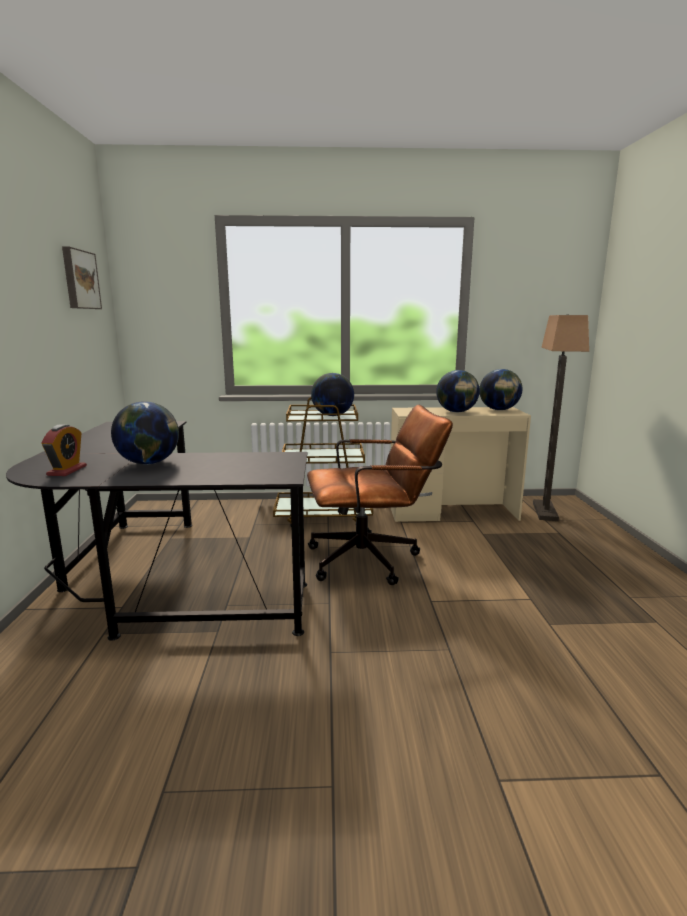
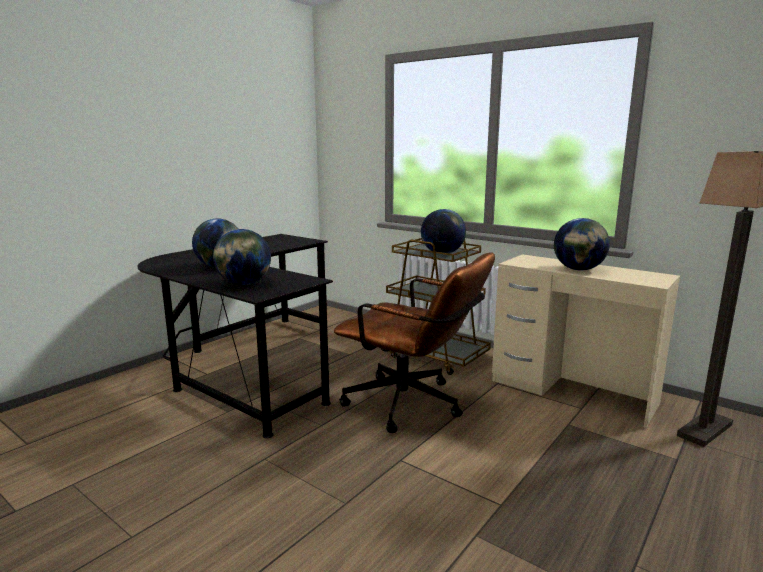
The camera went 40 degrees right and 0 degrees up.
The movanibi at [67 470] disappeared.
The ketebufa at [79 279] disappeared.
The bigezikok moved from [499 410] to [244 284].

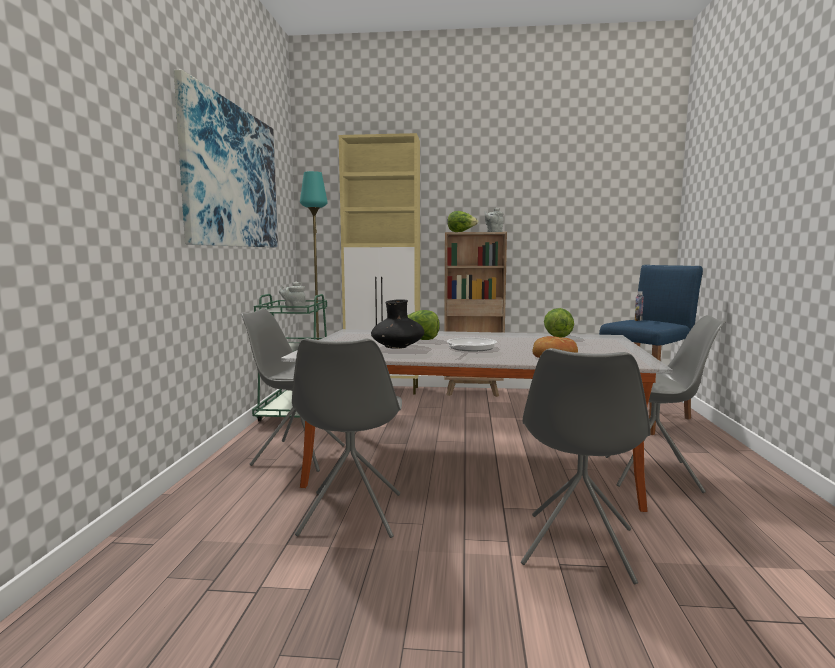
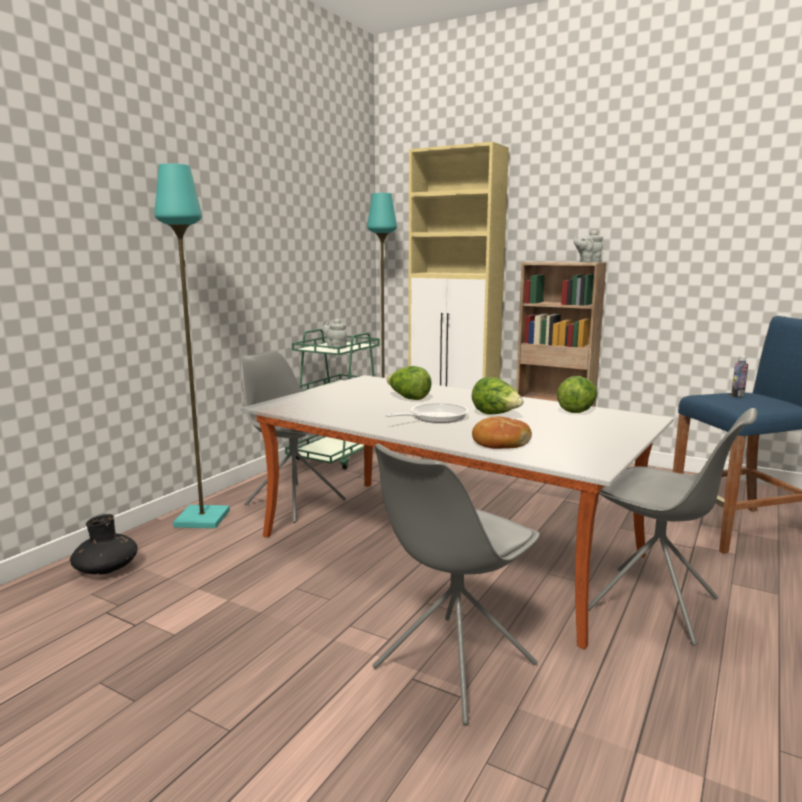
The camera went 25 degrees right and 5 degrees up.
The ketebufa at [232 176] disappeared.
The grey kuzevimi at [350 515] disappeared.
The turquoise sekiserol at [201 518] appeared.
The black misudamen moved from [397 347] to [106 569].
The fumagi moved from [461 232] to [496 415].

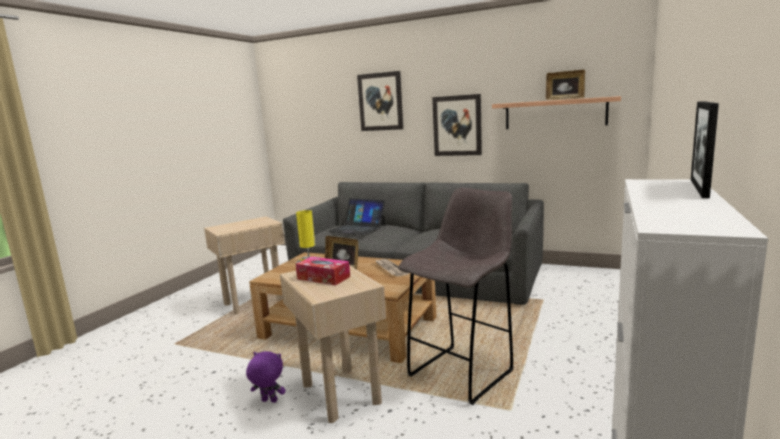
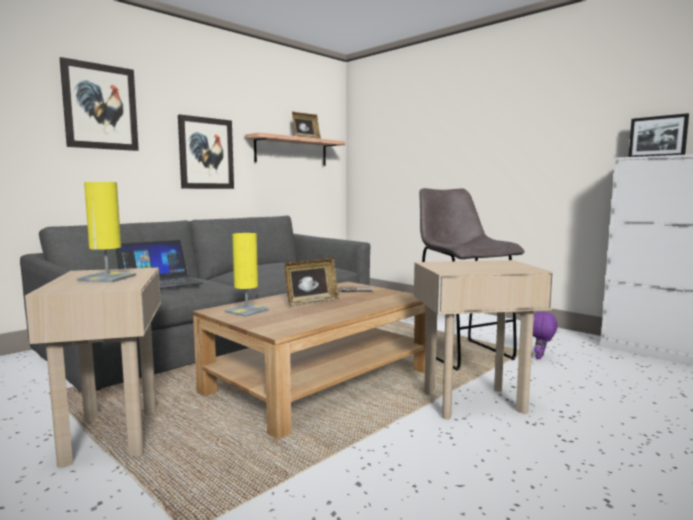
The camera went 70 degrees left and 5 degrees down.
The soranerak at [323 278] disappeared.
The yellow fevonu at [107 278] appeared.
The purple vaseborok moved from [268 401] to [540 357].

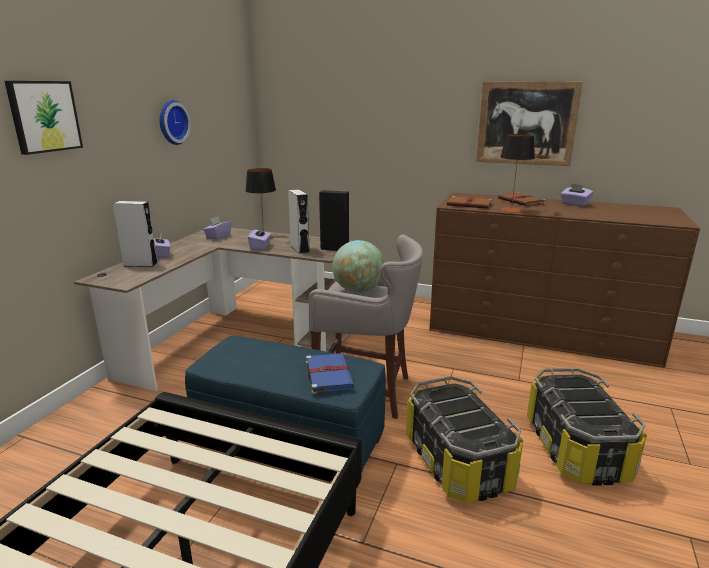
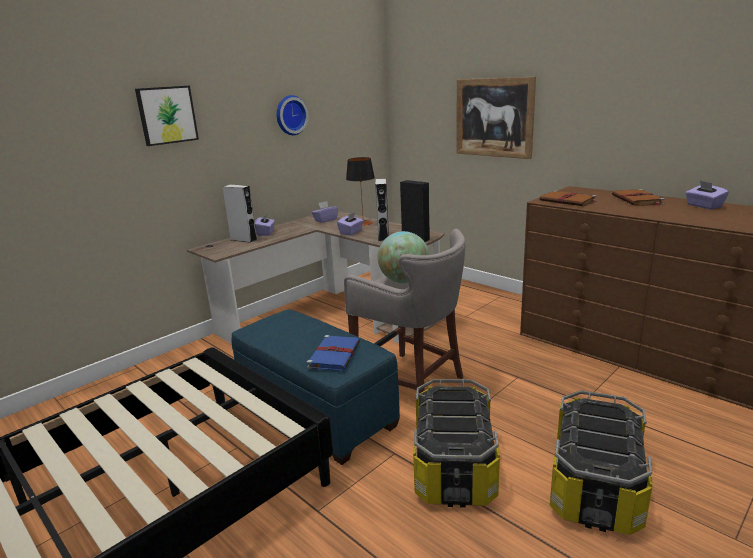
The camera went 25 degrees right and 0 degrees up.
The fevonu at [511 210] disappeared.
The ketebufa moved from [526 123] to [494 117].

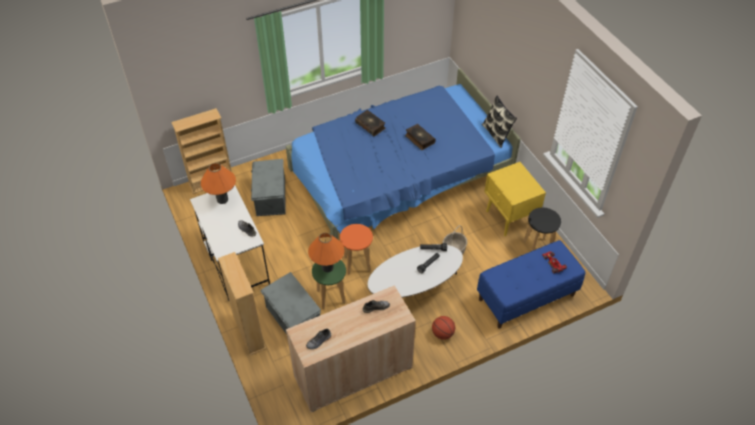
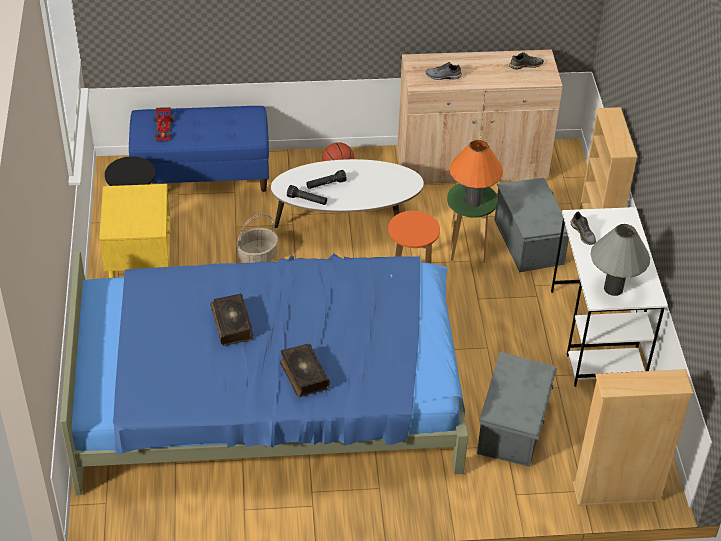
The camera went 160 degrees left and 5 degrees down.
The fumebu at [496 134] disappeared.
The orange fevonu at [222 199] became the grey fevonu at [613 288].

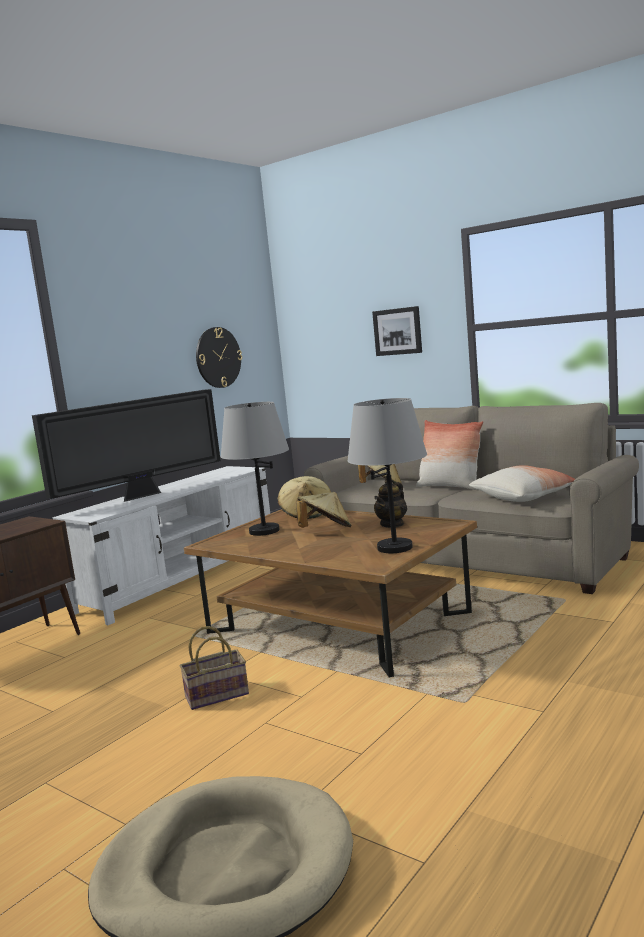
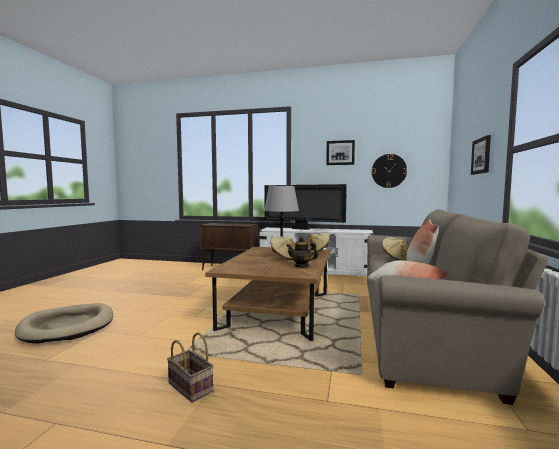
The camera went 65 degrees right and 5 degrees down.
The grey fevonu at [395 547] disappeared.
The ketebufa at [340 152] appeared.
The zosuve moved from [218 694] to [192 387].

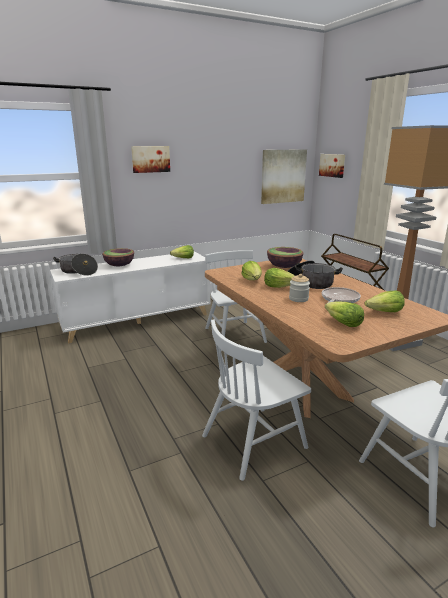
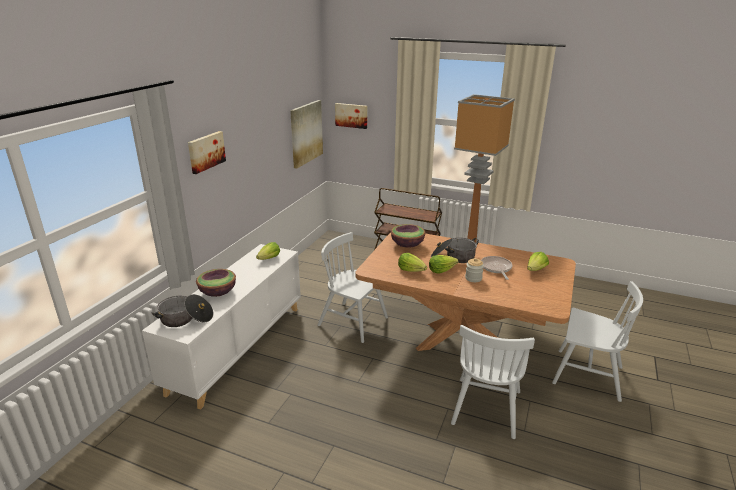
The camera went 40 degrees left and 5 degrees up.
The fumagi at [342 323] disappeared.

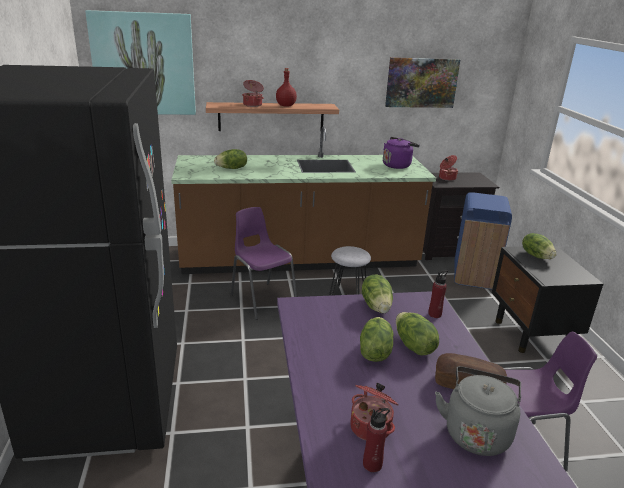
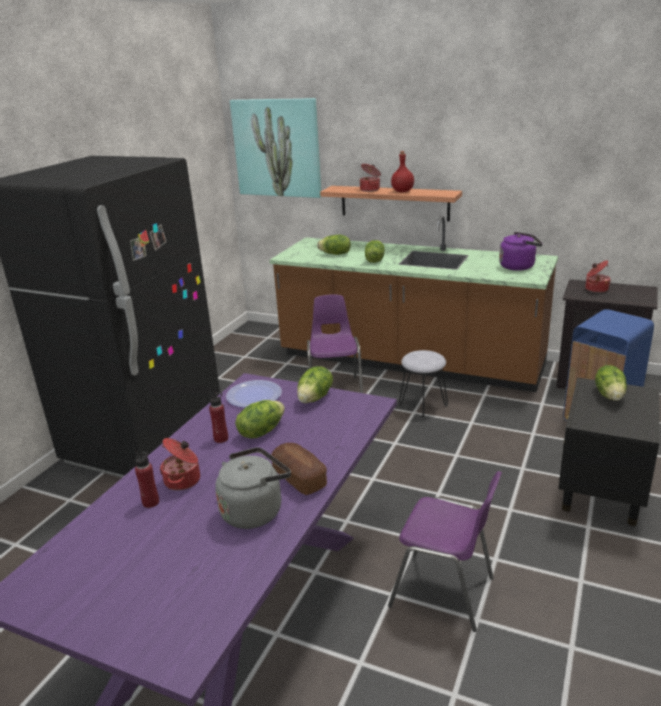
The camera went 35 degrees right and 0 degrees up.
The ketebufa at [421 82] disappeared.
The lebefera at [254 395] appeared.
The fumagi moved from [413 346] to [374 260].
The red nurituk moved from [435 314] to [221 439].

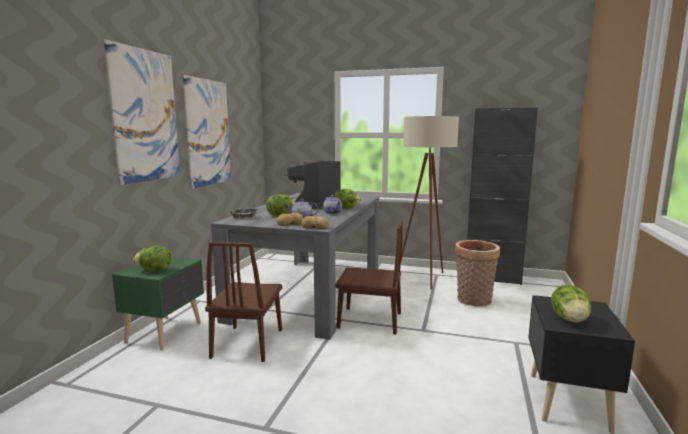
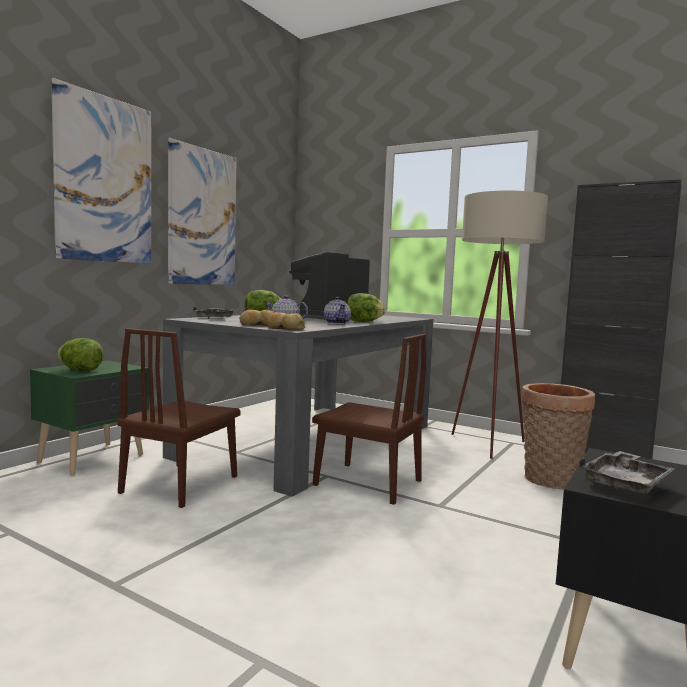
The camera went 15 degrees right and 5 degrees down.
The fumagi at [570 320] was replaced by the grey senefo at [626 483].

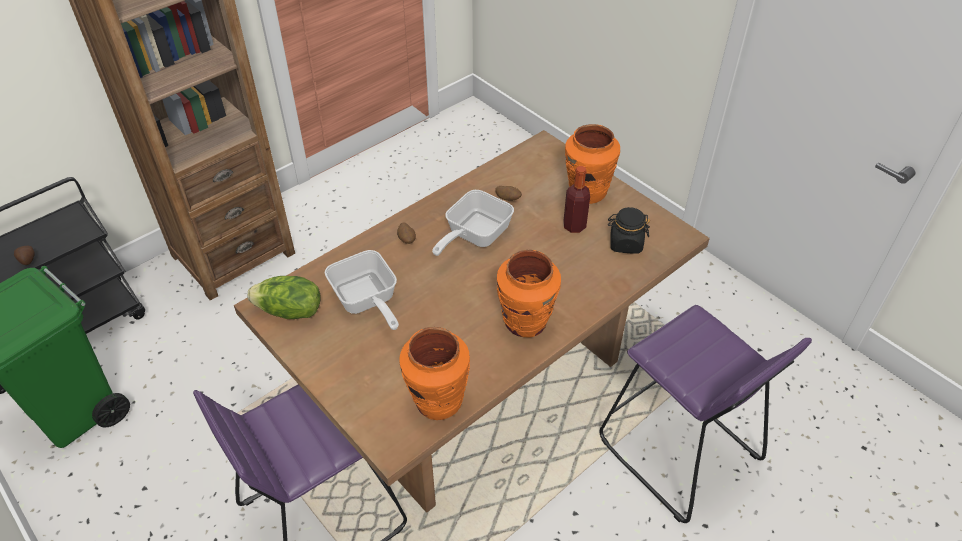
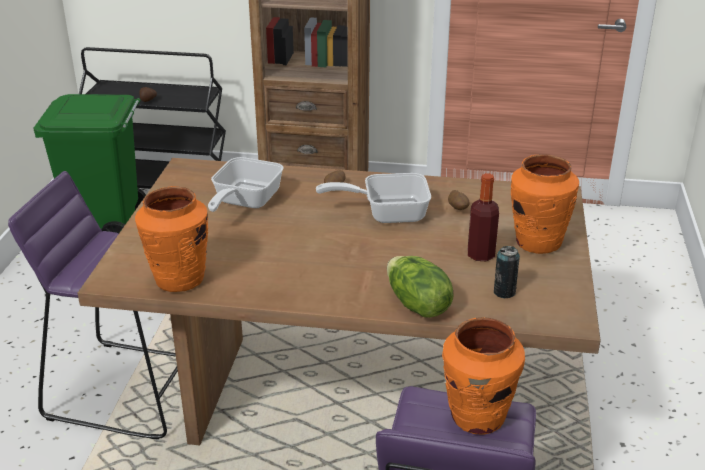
The camera went 50 degrees right and 15 degrees down.
The fumagi moved from [289 311] to [416 305].
The orange misudamen moved from [525 322] to [477 417].
The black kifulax at [625 243] was replaced by the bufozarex at [504 292].

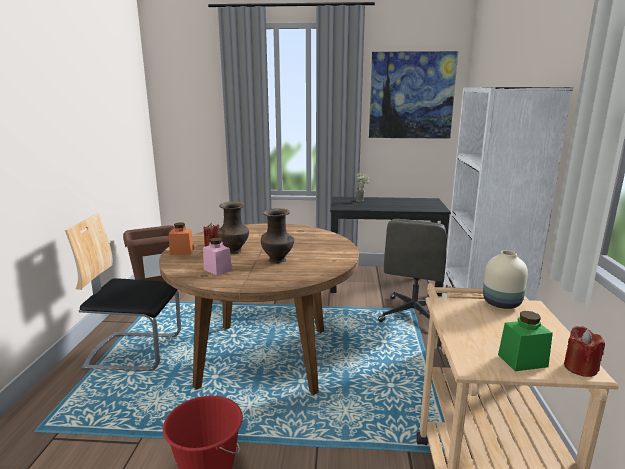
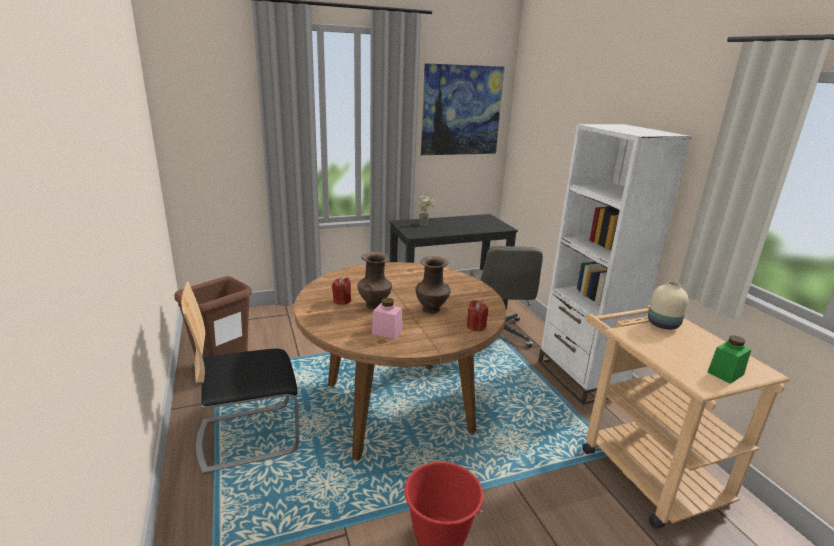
The camera went 25 degrees left and 5 degrees up.
The orange kifulax at [182 251] disappeared.
The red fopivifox moved from [580 368] to [476 326].

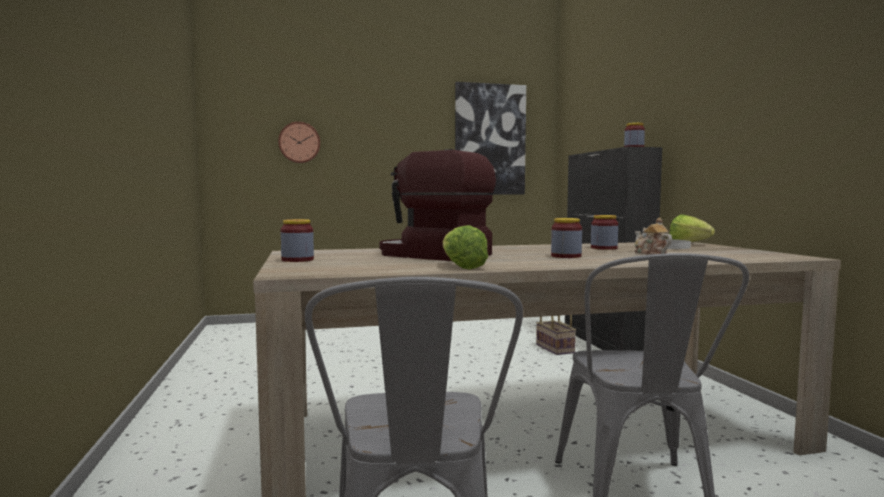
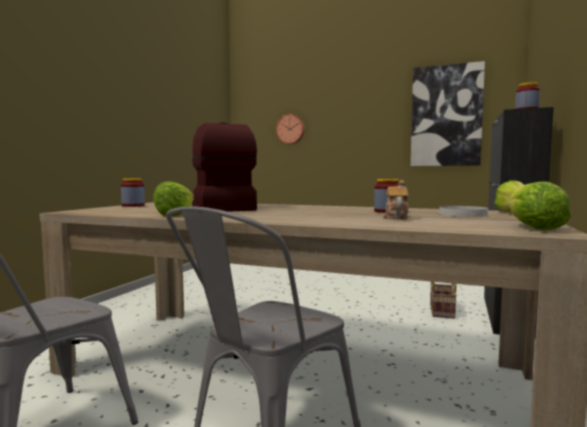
The camera went 35 degrees right and 0 degrees up.
The kifulax at [566 256] disappeared.
The fumagi at [533 228] appeared.

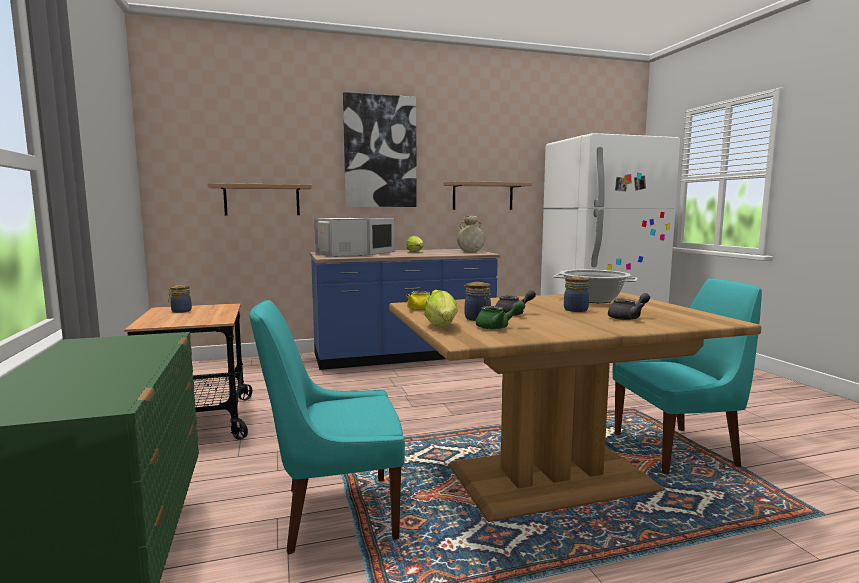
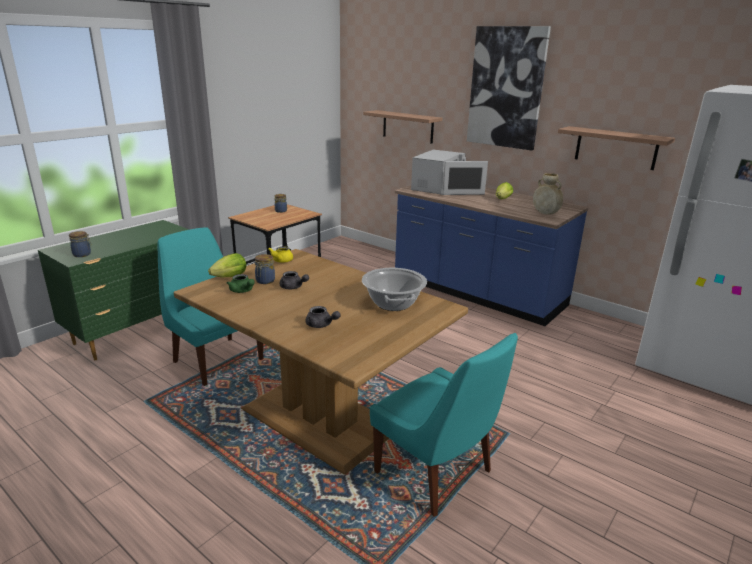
The camera went 55 degrees right and 15 degrees up.
The kifulax moved from [576 310] to [83 254].

